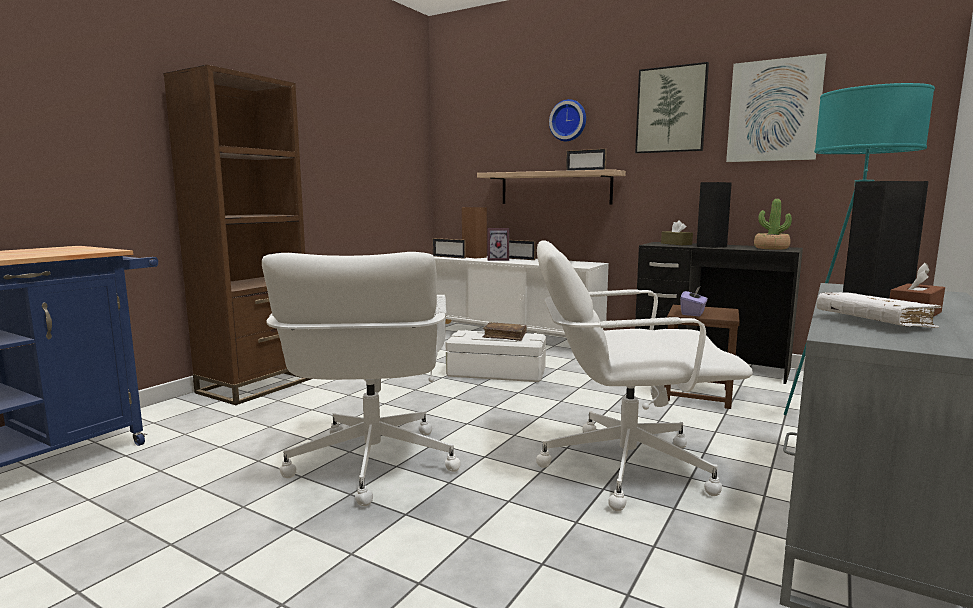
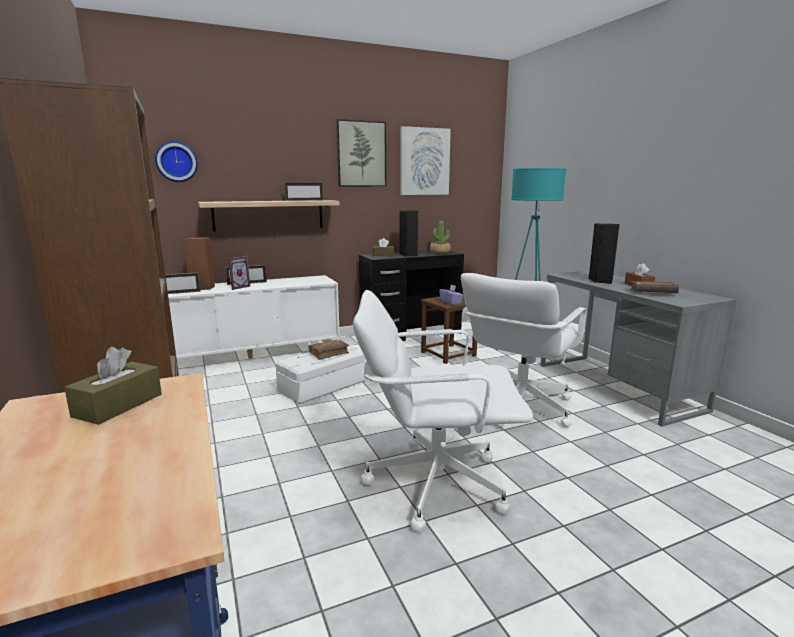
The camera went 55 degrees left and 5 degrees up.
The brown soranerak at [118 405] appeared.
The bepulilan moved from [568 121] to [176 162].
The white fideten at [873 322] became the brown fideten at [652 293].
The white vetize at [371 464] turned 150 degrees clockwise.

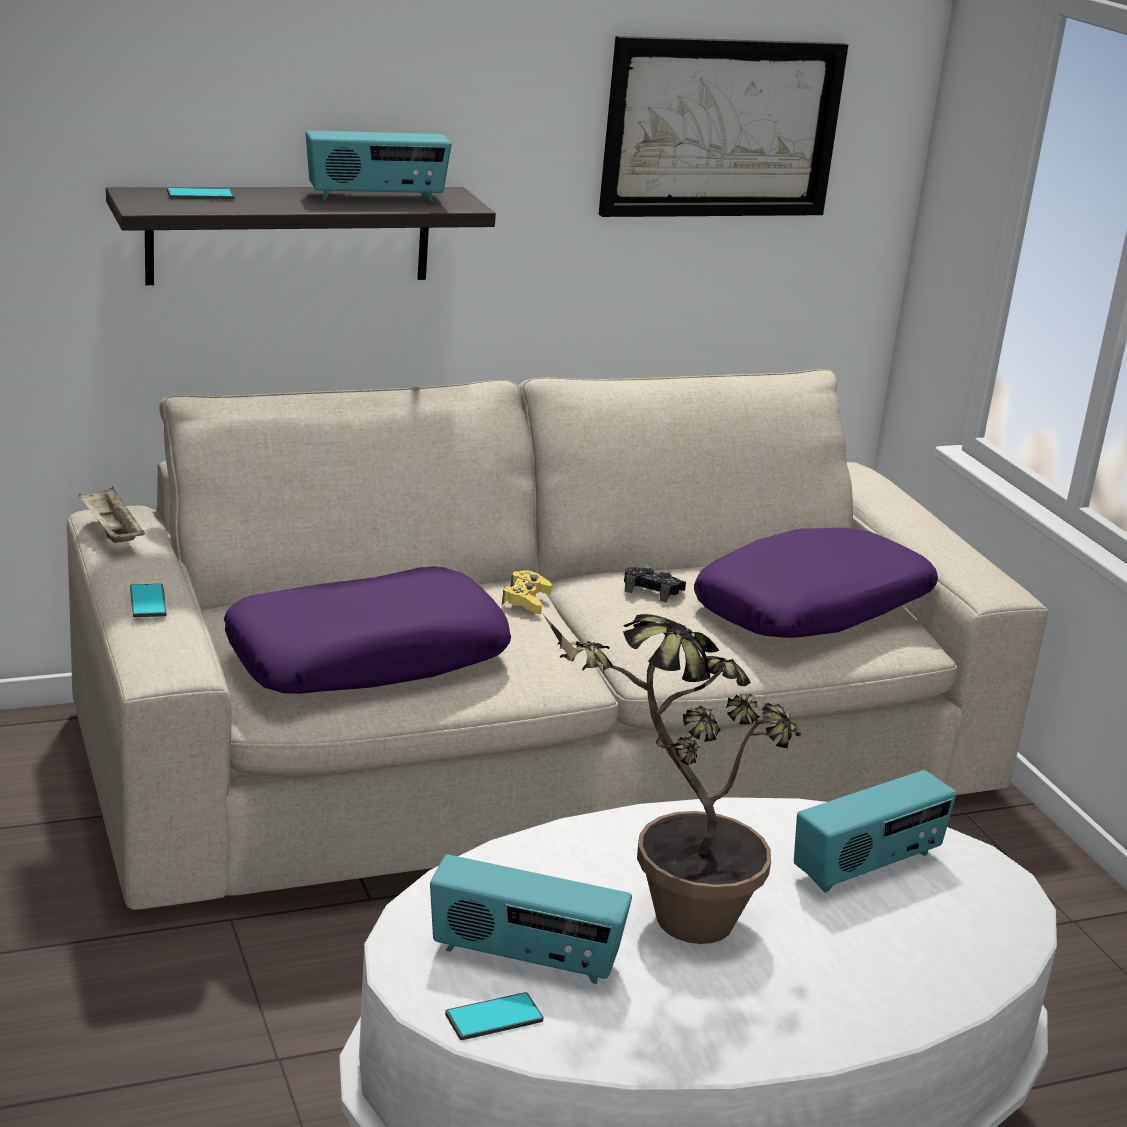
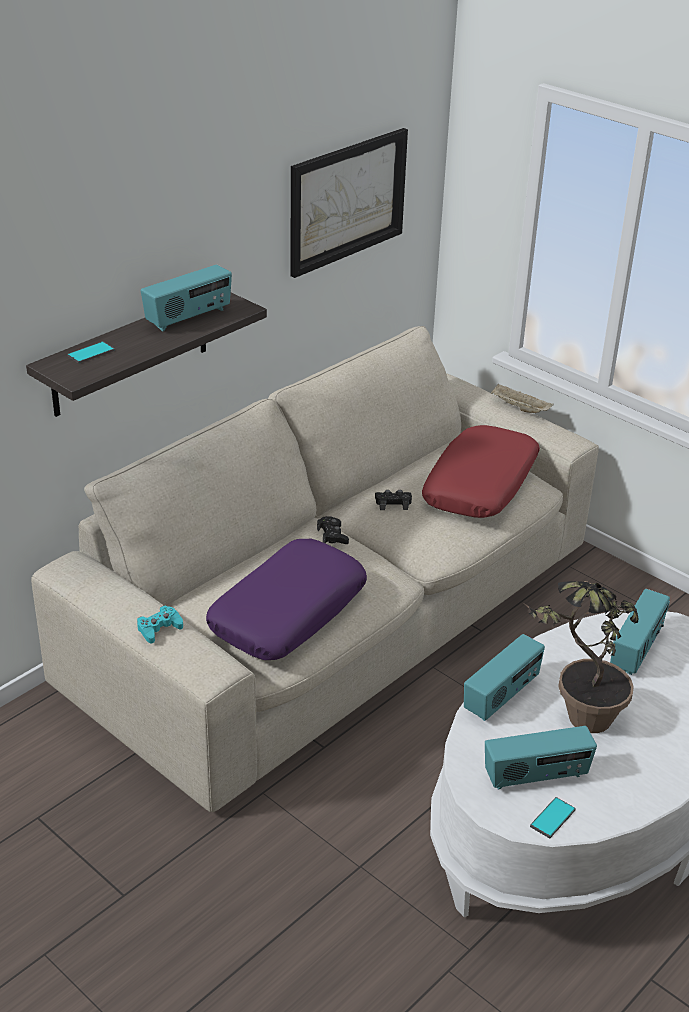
The camera went 25 degrees left and 10 degrees up.
The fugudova at [502 696] appeared.
The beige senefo moved from [111 532] to [519 408].
The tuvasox at [148 601] was replaced by the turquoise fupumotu at [159 628].
The yellow fupumotu at [526 600] became the black fupumotu at [332 535].
The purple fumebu at [813 610] became the red fumebu at [481 485].

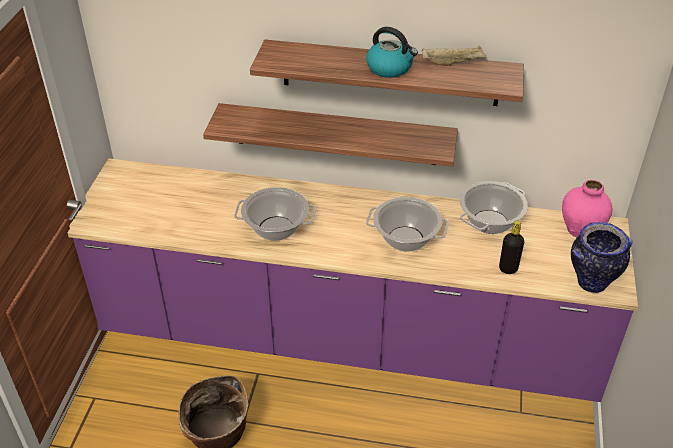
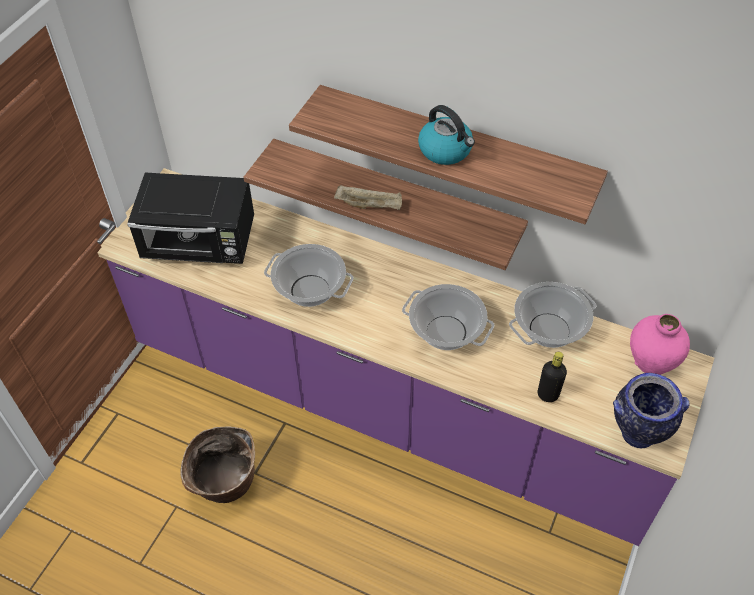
The camera went 15 degrees right and 10 degrees up.
The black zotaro at [200 244] appeared.
The beige senefo moved from [453 63] to [370 205].

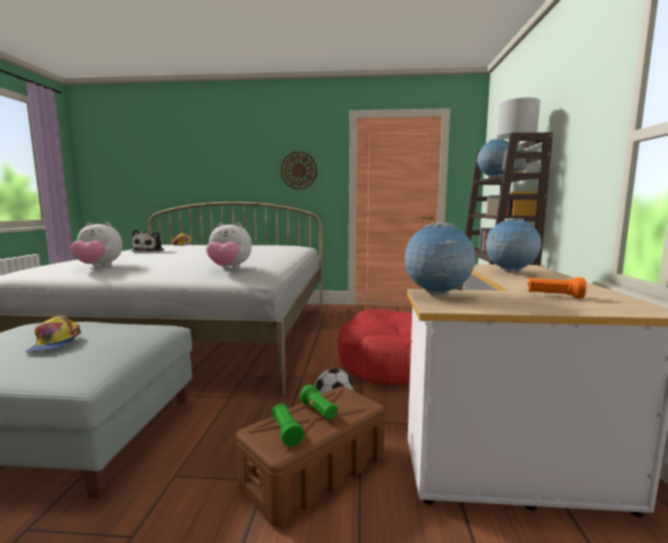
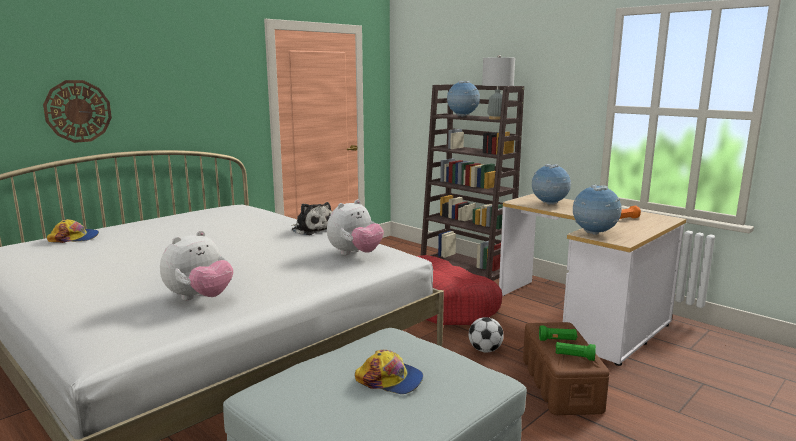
The camera went 50 degrees left and 5 degrees up.
The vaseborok moved from [149 251] to [311 229].
The bepulilan moved from [298 170] to [78 111].

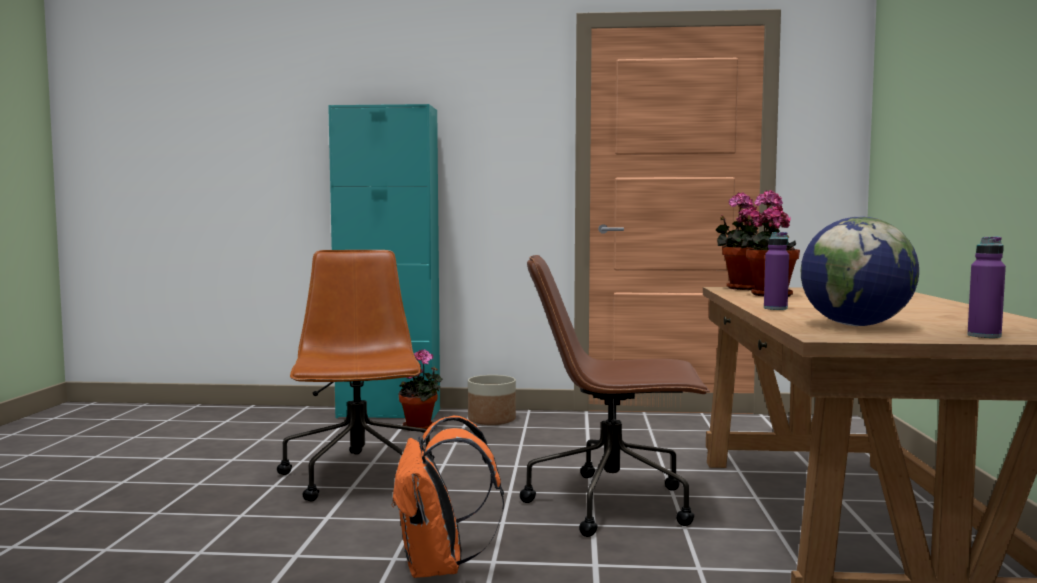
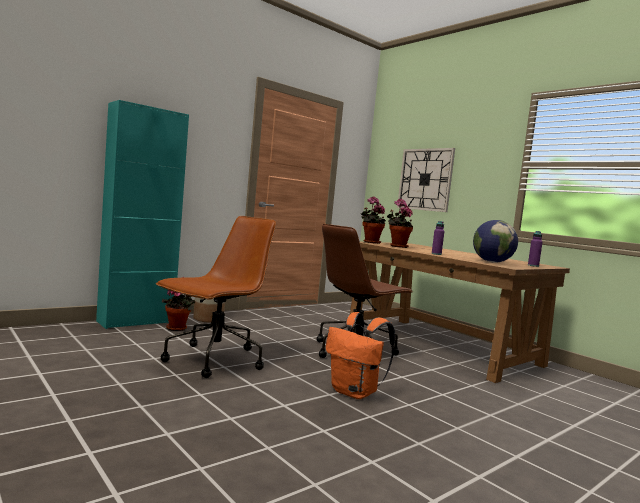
The camera went 45 degrees left and 0 degrees up.
The bepulilan at [425 179] appeared.
The brown vetize at [358 477] turned 90 degrees clockwise.

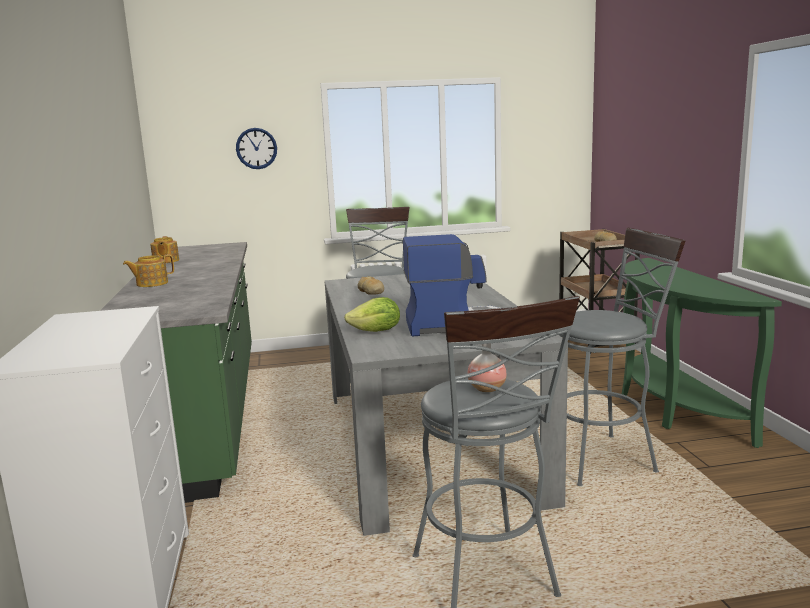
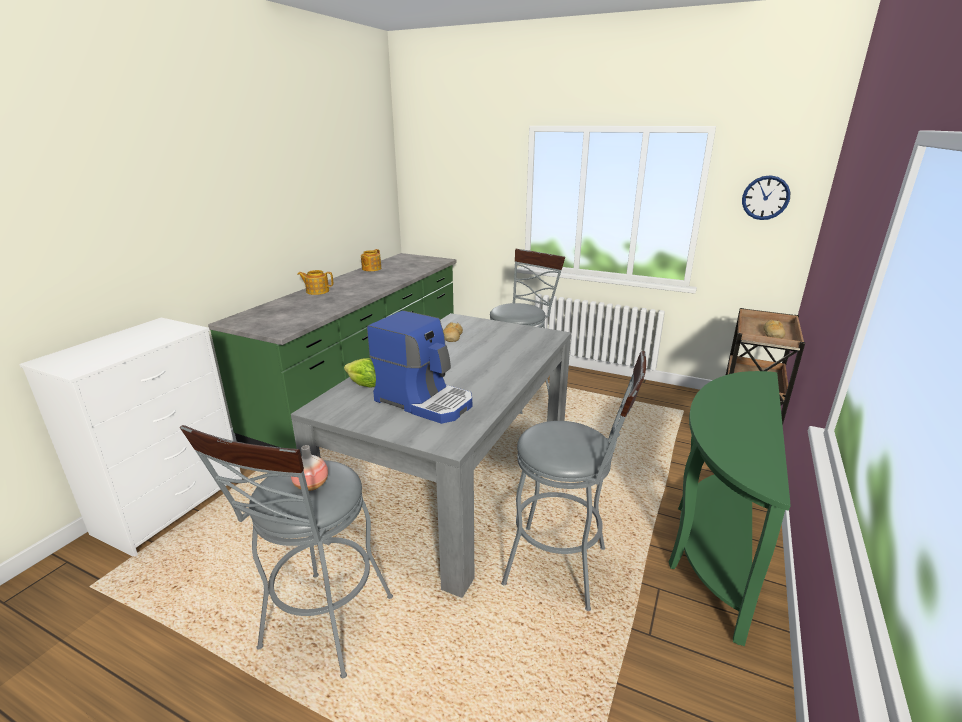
The camera went 35 degrees right and 10 degrees up.
The bepulilan moved from [256 148] to [765 198].

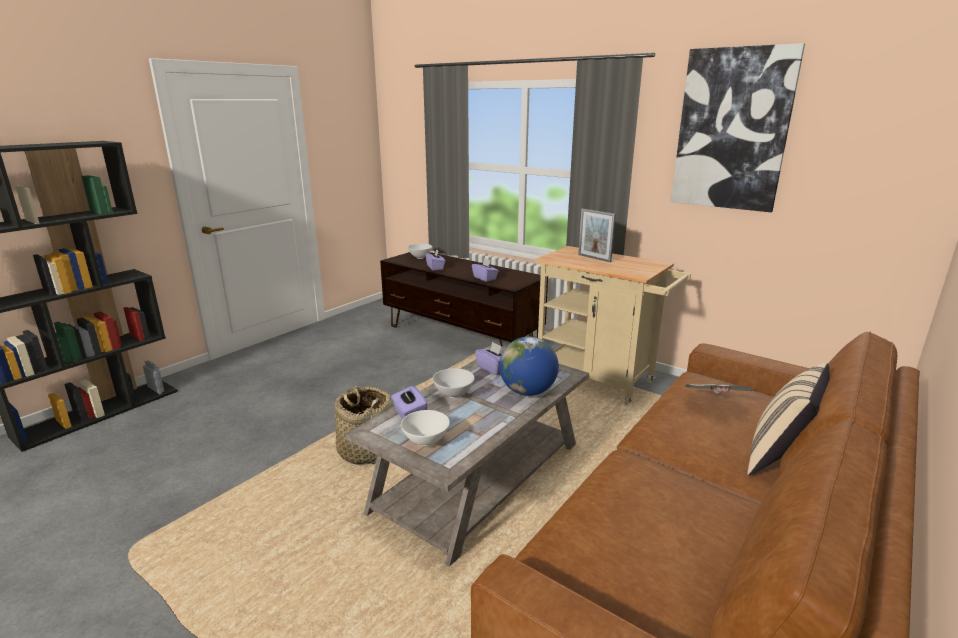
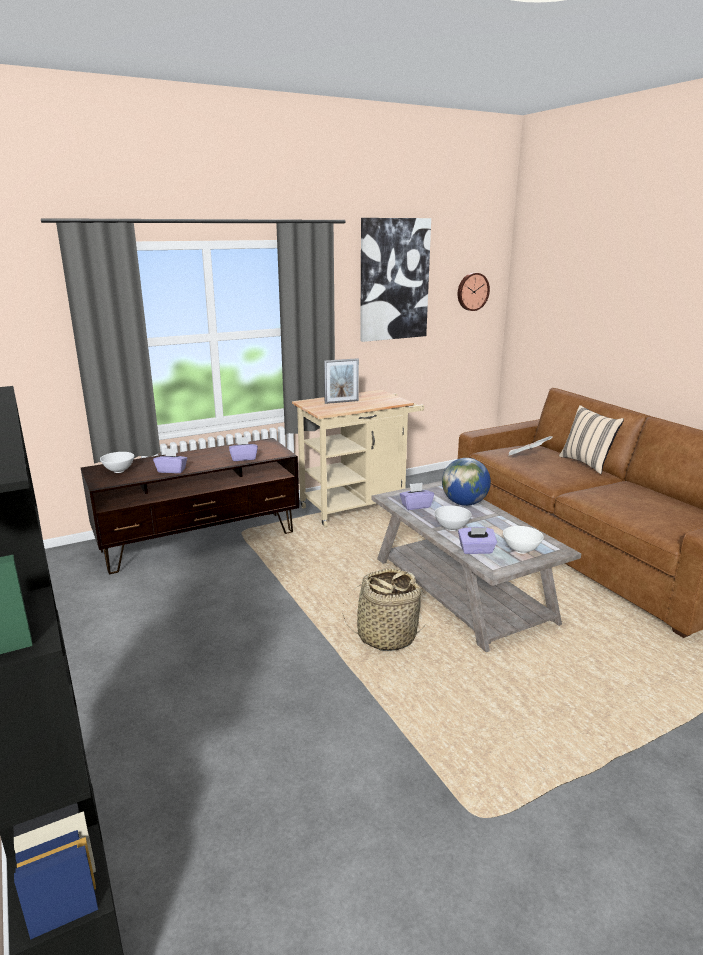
The camera went 65 degrees left and 0 degrees up.
The bepulilan at [472 291] appeared.

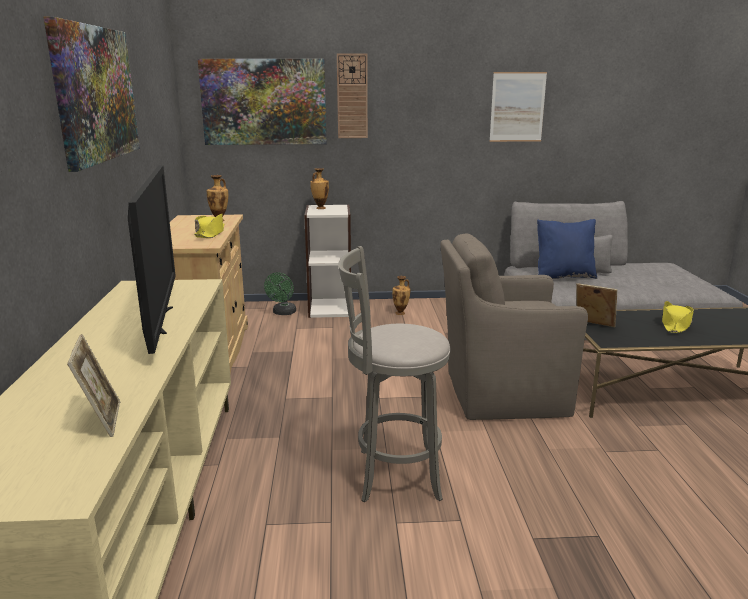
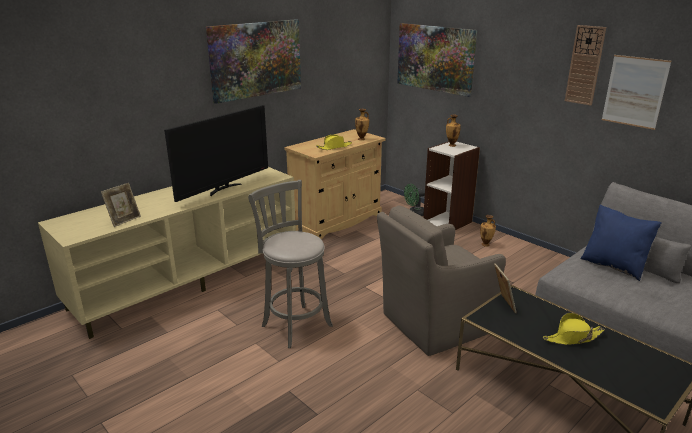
The camera went 50 degrees right and 5 degrees up.
The bepulilan moved from [352 96] to [585 65].
The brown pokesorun at [501 394] turned 75 degrees counterclockwise.

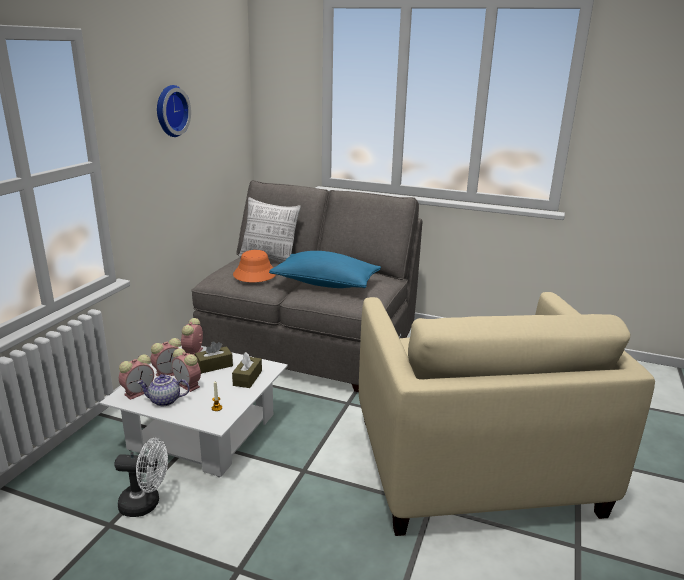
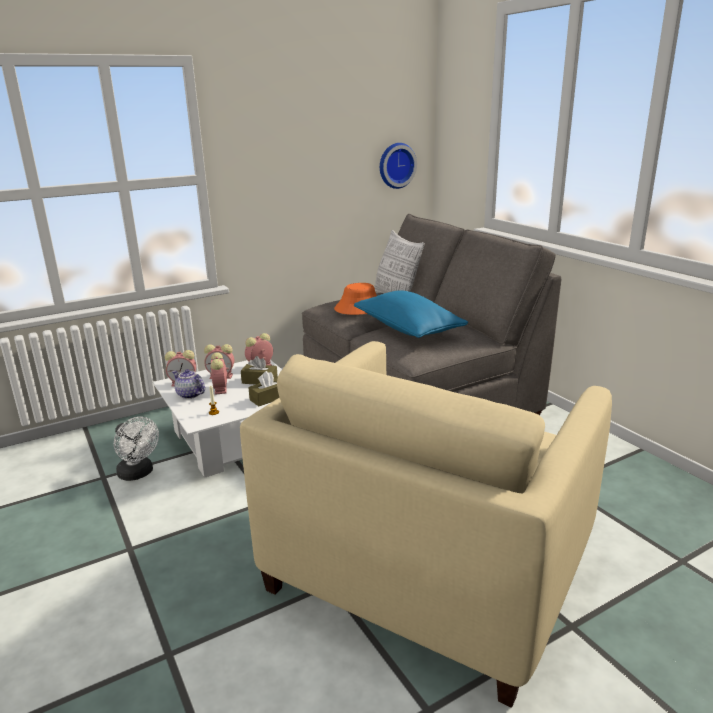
The camera went 40 degrees right and 0 degrees up.
The bepulilan moved from [170 111] to [396 165].

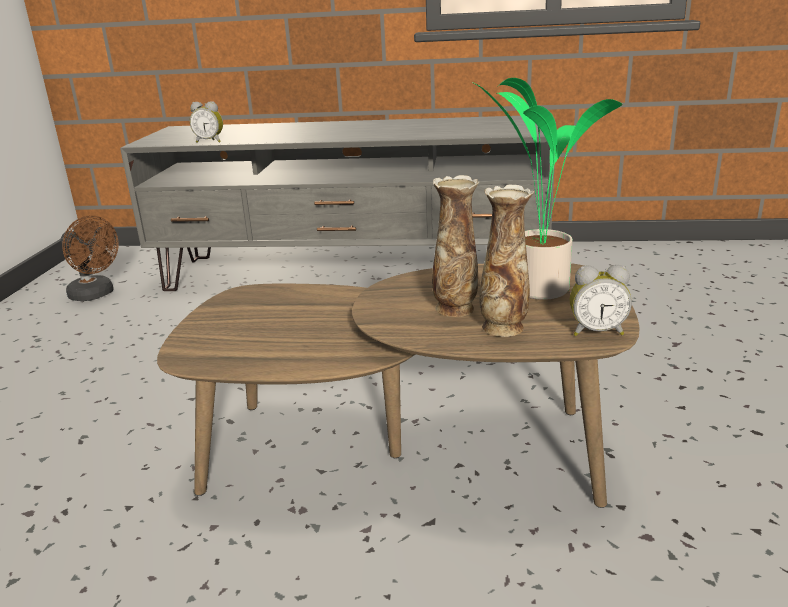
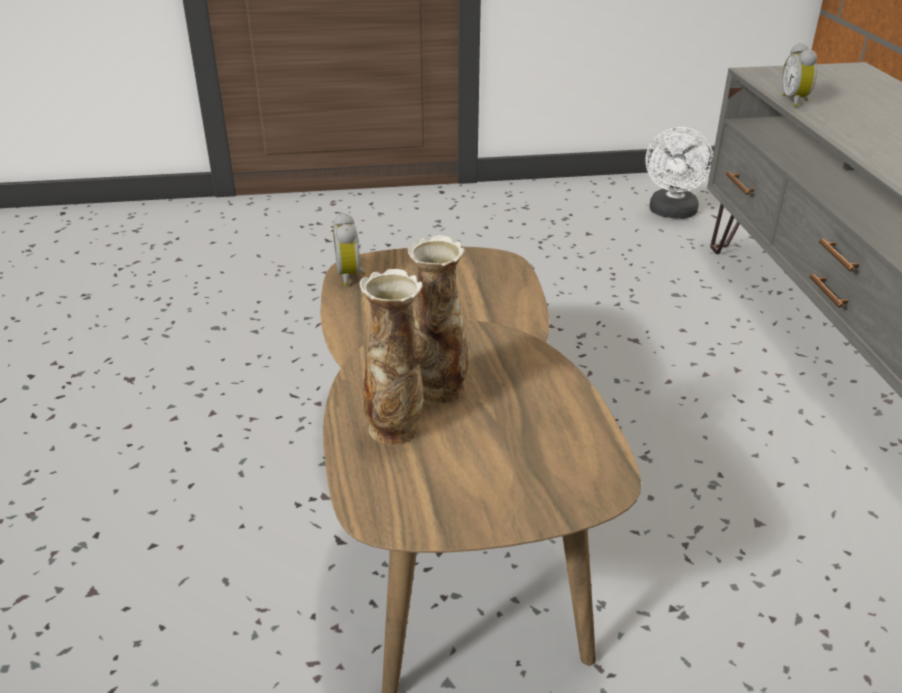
The camera went 75 degrees right and 10 degrees up.
The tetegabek at [535 289] disappeared.
The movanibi moved from [596 331] to [351 276].
The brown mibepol at [96 295] became the white mibepol at [672 213].

